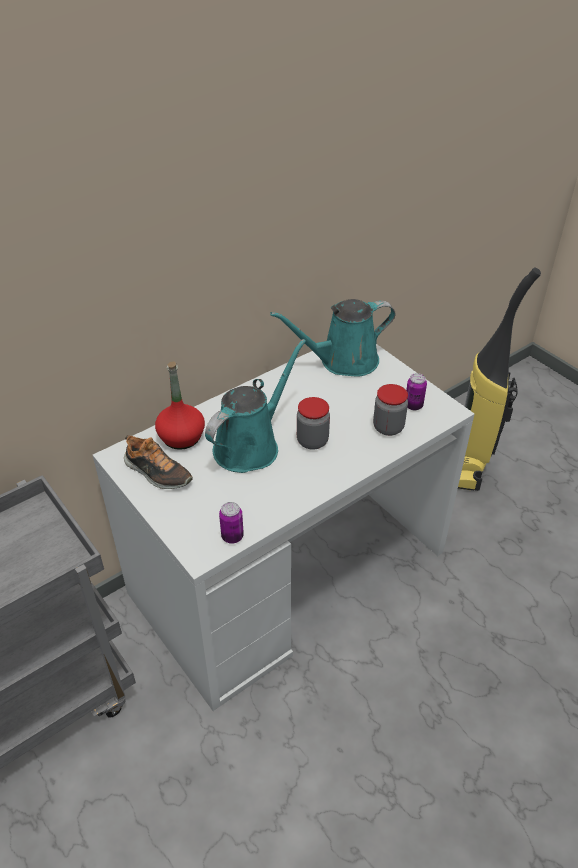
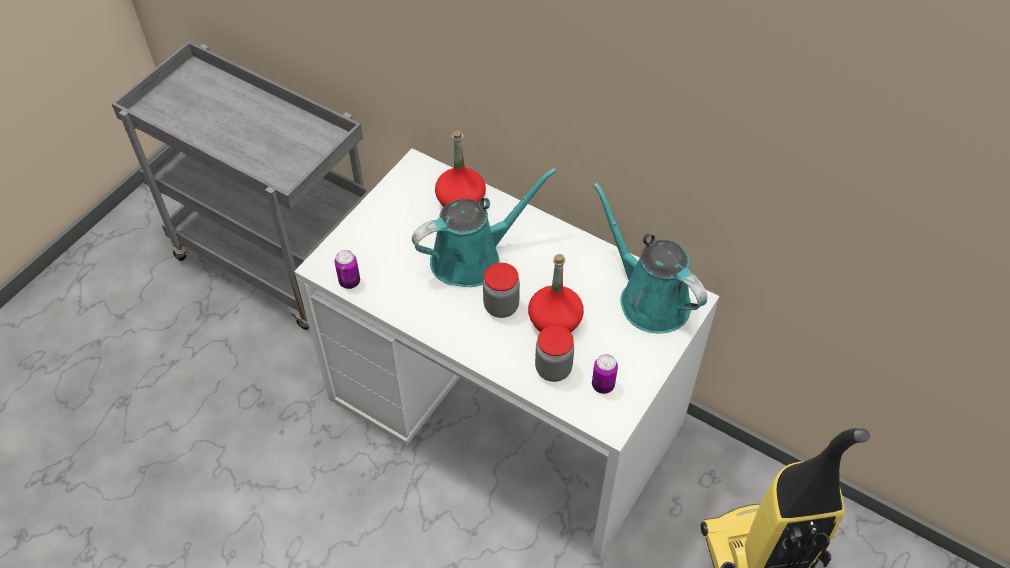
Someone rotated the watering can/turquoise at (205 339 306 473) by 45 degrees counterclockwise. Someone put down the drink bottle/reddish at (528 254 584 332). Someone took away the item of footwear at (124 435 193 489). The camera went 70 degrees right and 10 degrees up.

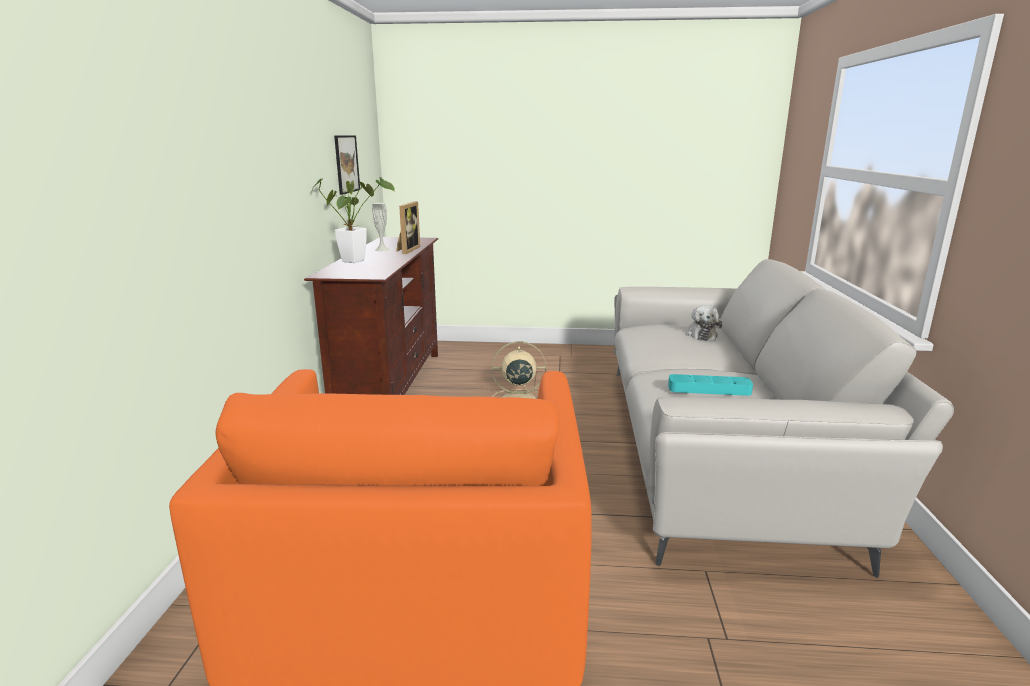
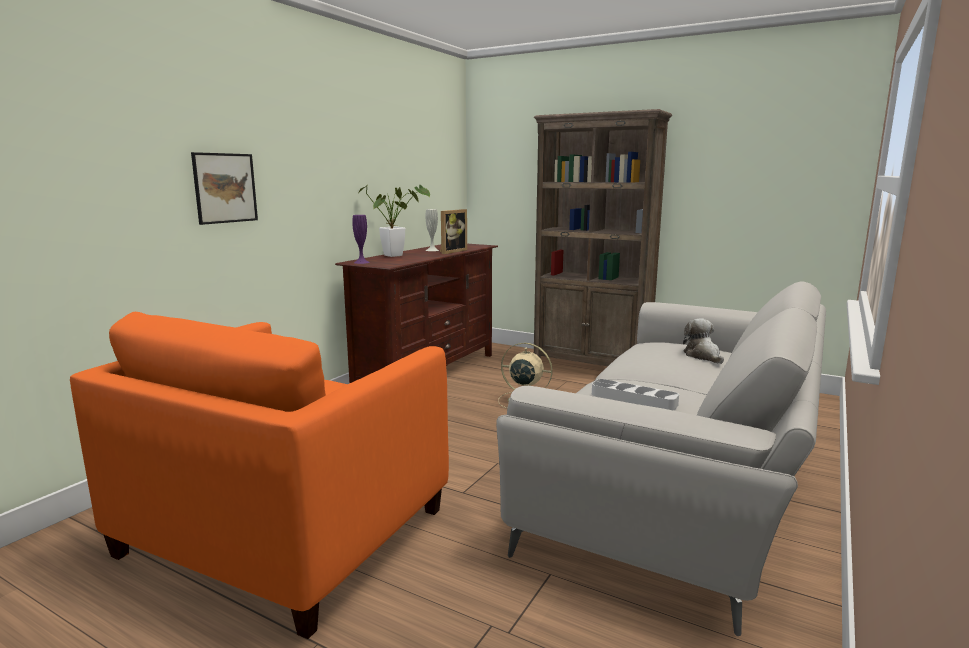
Someone carried the wall picture from (334 135 360 195) to (191 152 258 225). Someone put down the flower vase/purple-coloured at (352 215 370 264). Someone put down the shelving unit/brown-coloured at (534 109 672 366). Someone repainted the tray/turquoise at (668 374 753 396), which became the tray/greyish at (592 379 679 410). Someone rotated the cuddly toy at (686 305 722 341) by 135 degrees clockwise. The camera went 25 degrees right and 5 degrees down.

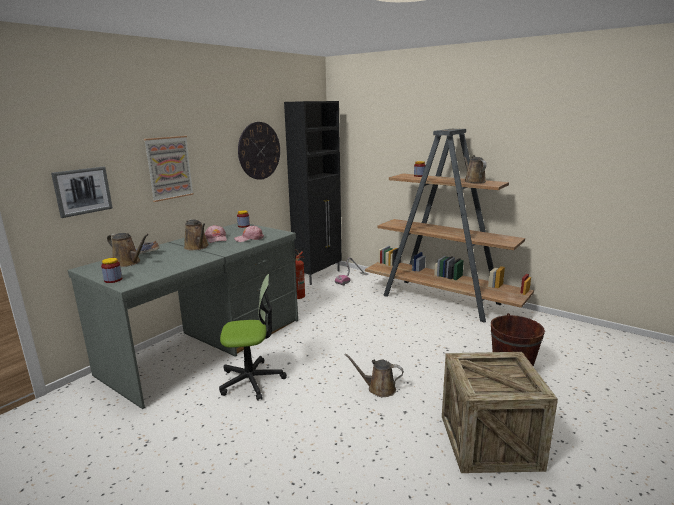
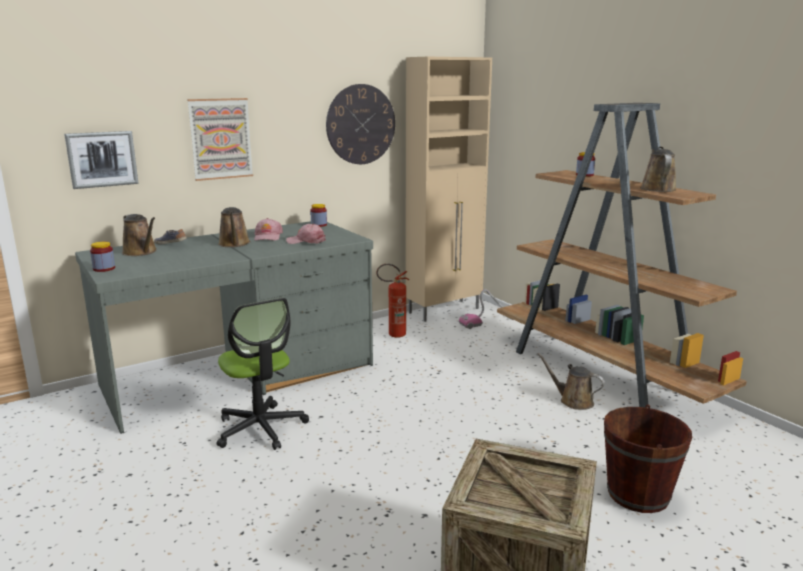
Someone rotated the office chair at (219 274 287 401) by 45 degrees clockwise. Someone repainted the cabinet/blackish at (284 101 342 285), which became the cabinet/beige-coloured at (406 57 492 322). Someone carried the watering can/brown-coloured from (344 354 404 397) to (537 353 605 410). The camera went 20 degrees right and 0 degrees up.

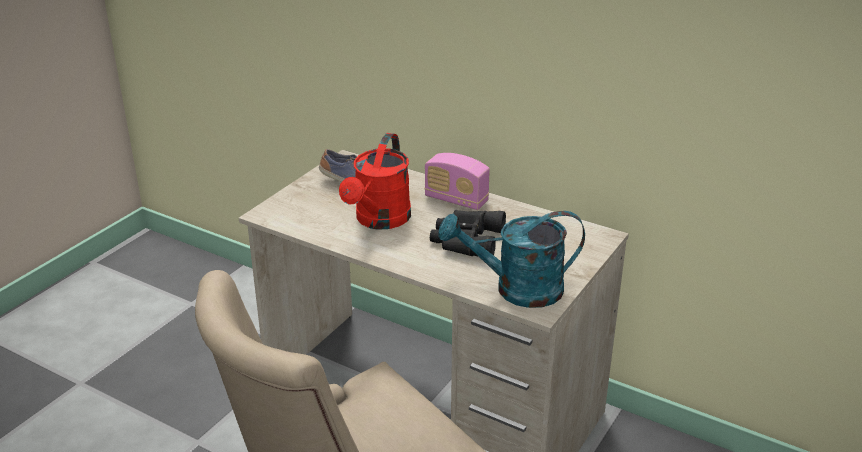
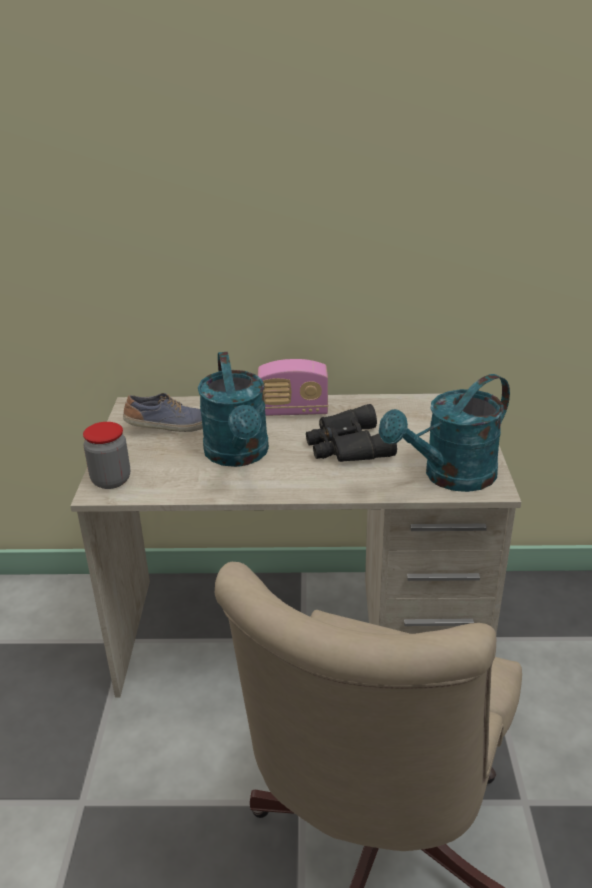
Someone put down the storage jar at (83 422 130 489). Someone repainted the watering can/reddish at (339 133 411 230), which became the watering can/turquoise at (198 352 269 467). The camera went 30 degrees left and 0 degrees up.

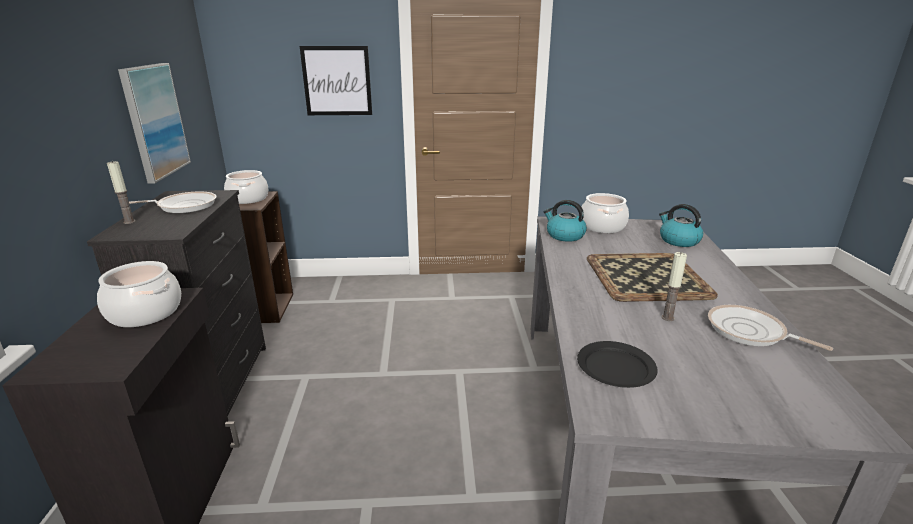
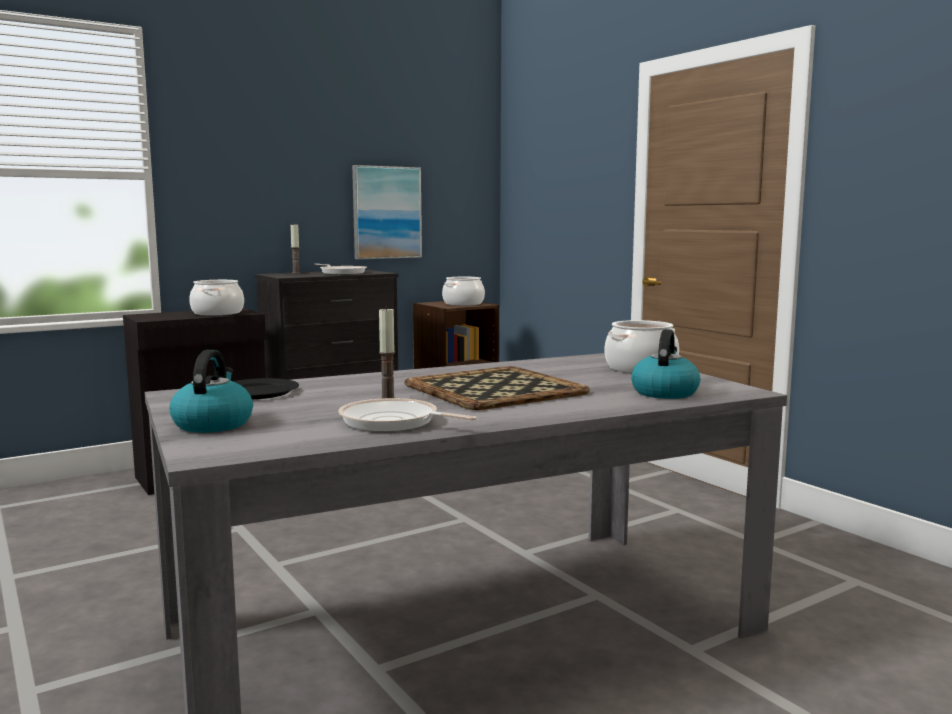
Someone carried the kettle from (544 200 587 242) to (170 350 253 433). Someone rotated the frying pan at (708 305 833 351) by 75 degrees counterclockwise. Someone took away the wall picture at (300 46 372 115). The camera went 60 degrees right and 15 degrees down.

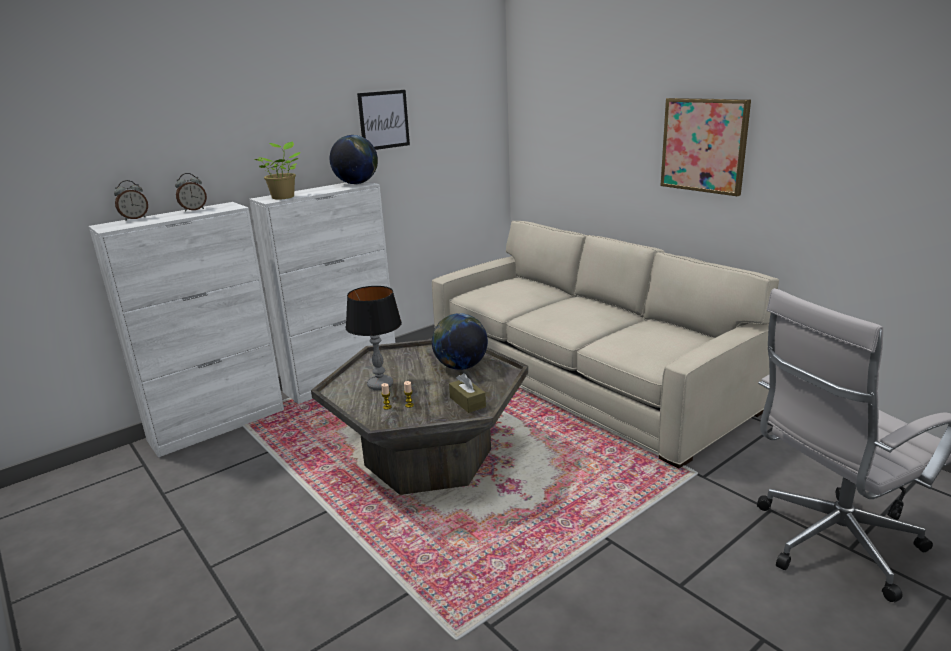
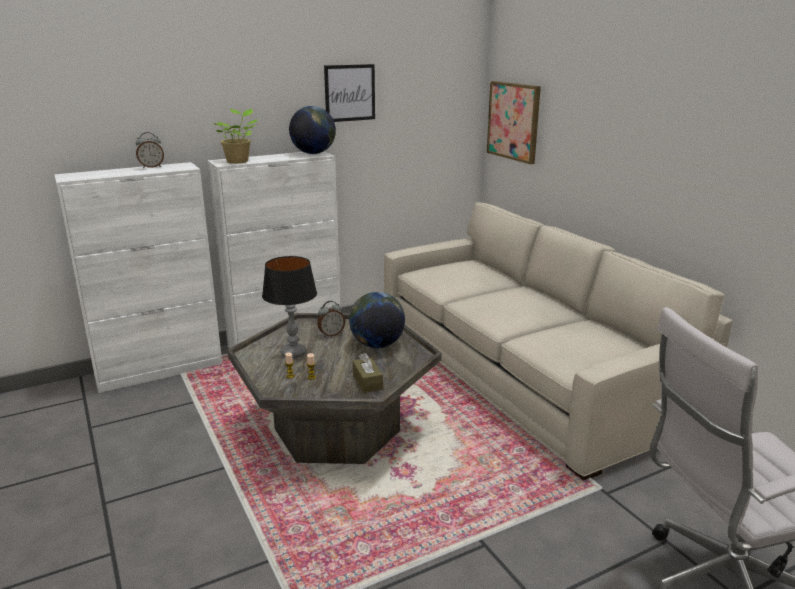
Someone carried the bedside clock from (114 180 148 220) to (317 301 345 337). Someone carried the wall picture from (661 98 751 196) to (487 81 541 164). The camera went 10 degrees right and 0 degrees up.

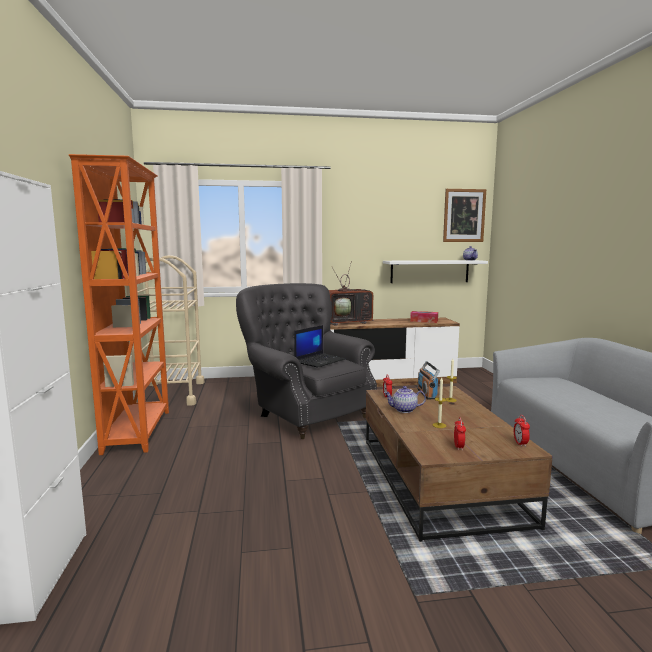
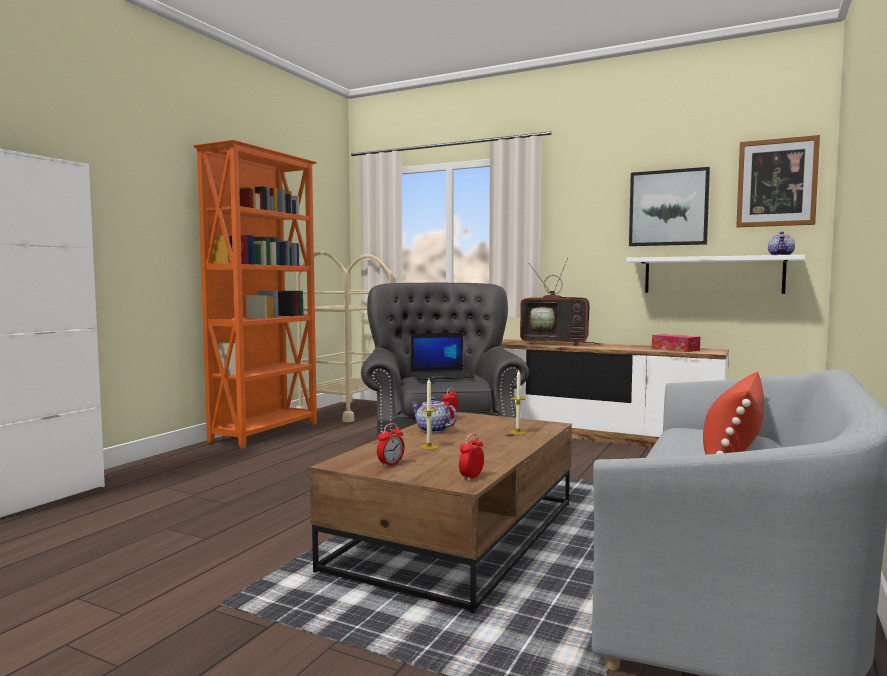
Someone put up the wall picture at (629 167 710 246). Someone put down the throw pillow/reddish at (703 372 764 455). Someone took away the radio at (417 361 440 399). The camera went 35 degrees right and 5 degrees down.

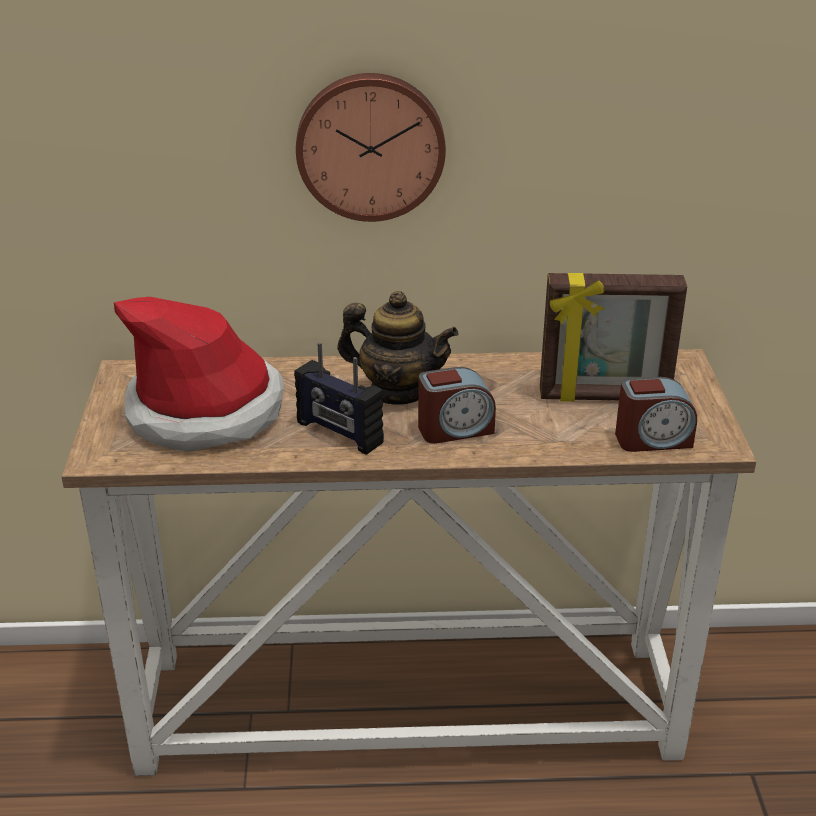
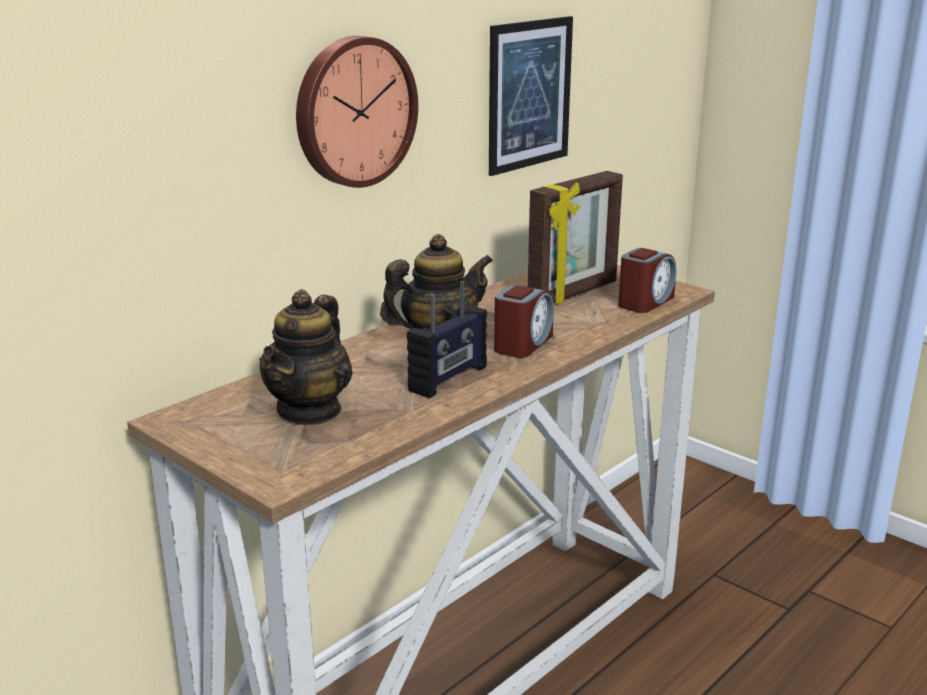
Someone swapped the hat at (114 297 284 452) for the teapot at (259 289 353 425). Someone rotated the radio at (294 342 384 455) by 45 degrees counterclockwise. Someone put up the wall picture at (489 16 573 176). The camera went 45 degrees left and 10 degrees down.

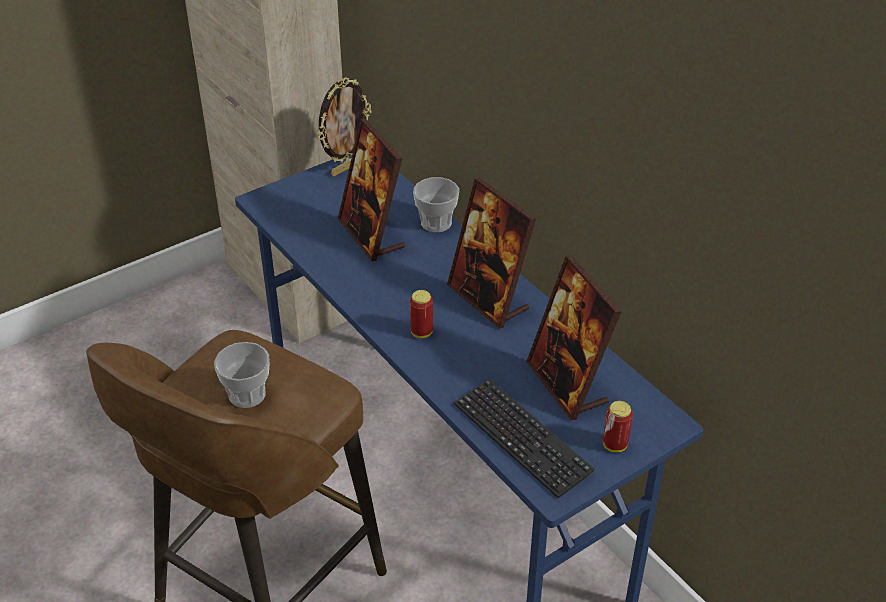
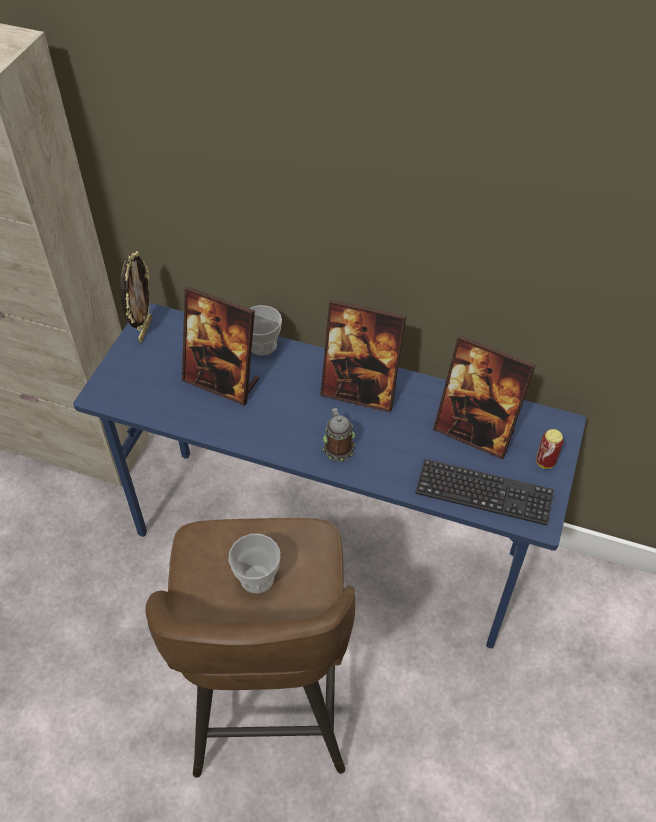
Someone swapped the can at (410 290 433 338) for the mug at (323 408 355 461). The camera went 35 degrees left and 10 degrees up.

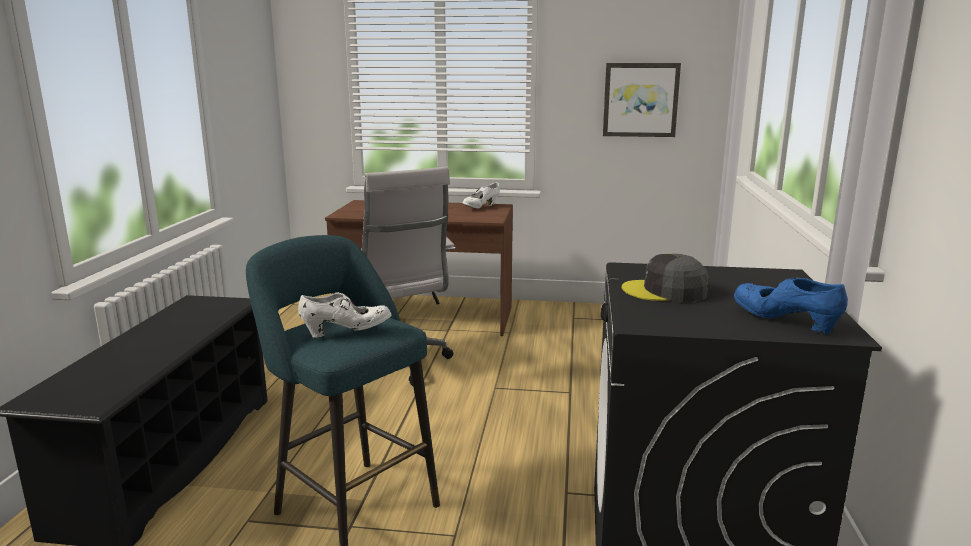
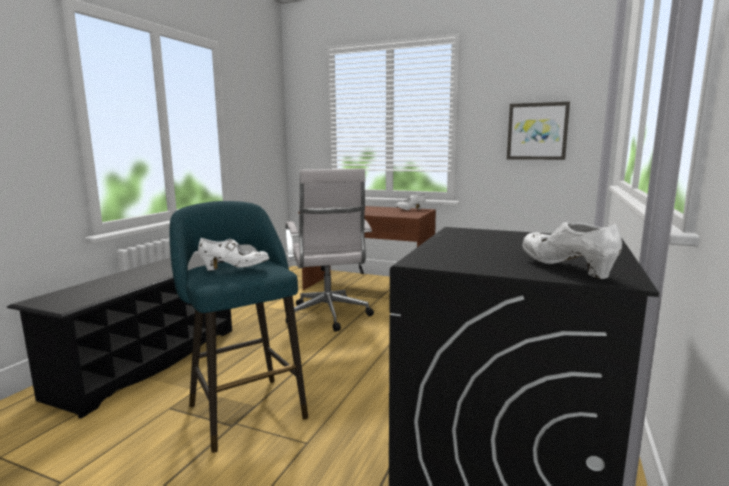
Someone repainted the item of footwear/blue at (734 277 848 334), which became the item of footwear/white at (522 222 622 279). Someone took away the cap/greyish at (622 254 708 302). The camera went 15 degrees right and 5 degrees down.

